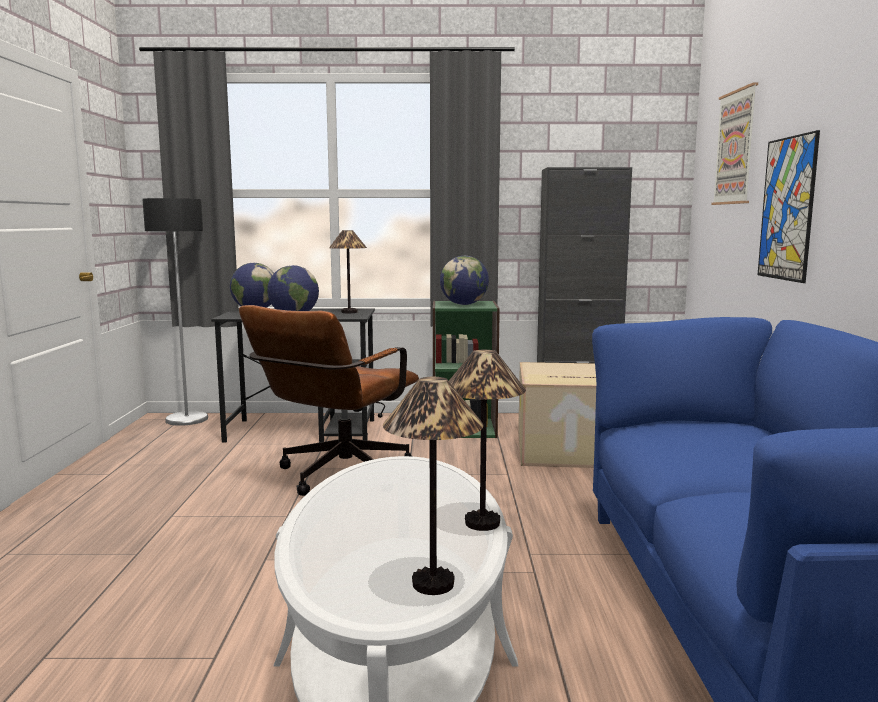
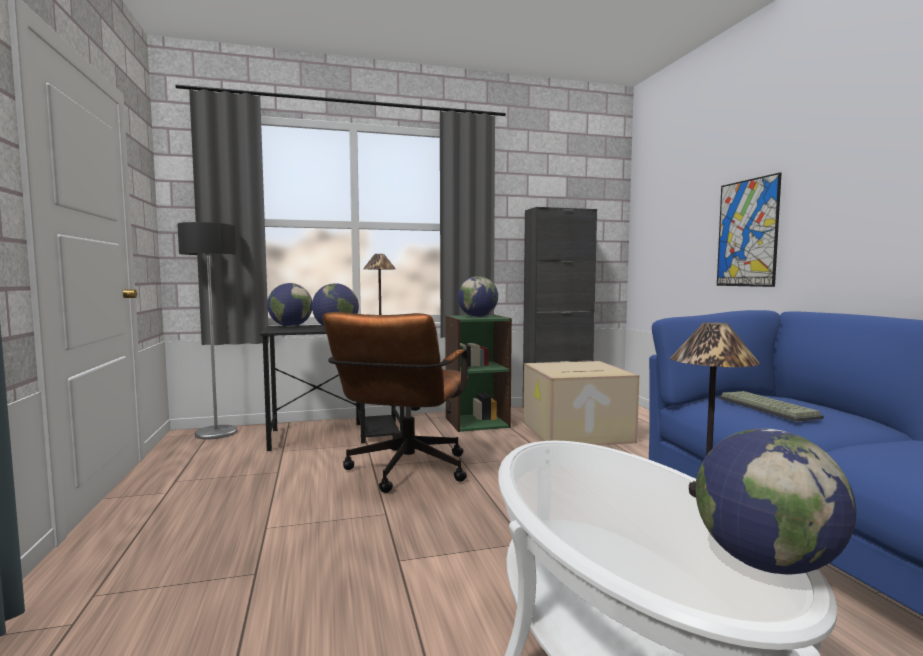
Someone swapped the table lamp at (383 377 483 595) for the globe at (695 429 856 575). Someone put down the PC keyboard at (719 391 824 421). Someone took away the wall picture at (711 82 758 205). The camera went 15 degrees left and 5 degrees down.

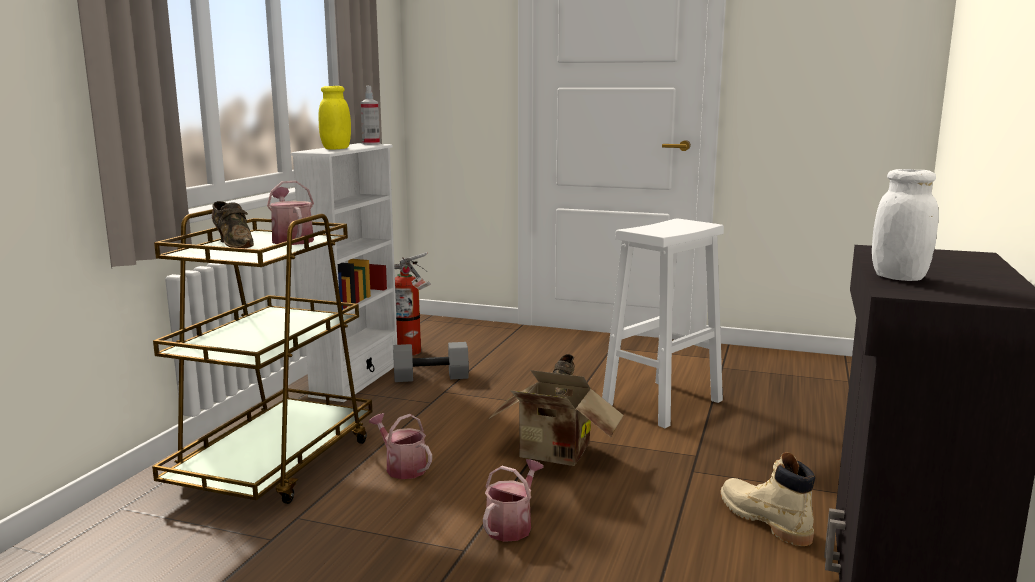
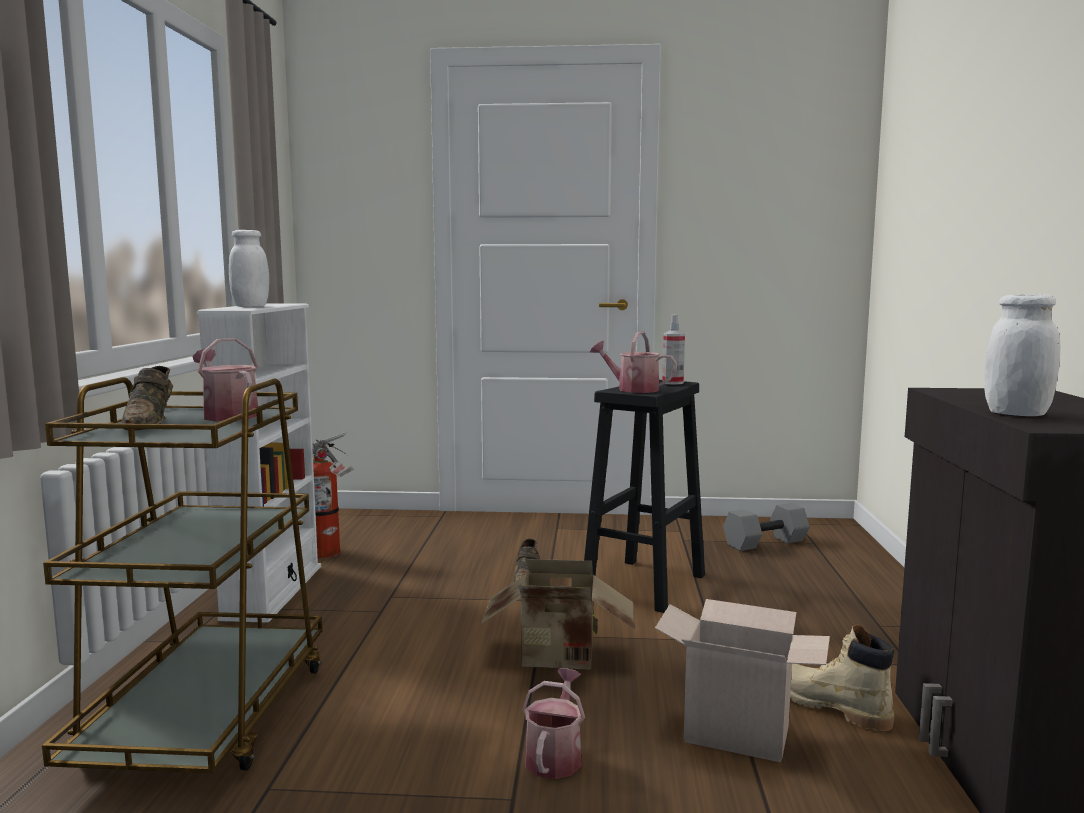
Someone rotated the item of footwear/brown-coloured at (212 201 254 248) by 45 degrees clockwise. Someone repainted the storage jar/yellow at (318 86 351 150), which became the storage jar/white at (229 230 269 307). Someone repainted the sitting stool/white at (602 219 724 428), which became the sitting stool/blackish at (584 380 705 613). Someone carried the watering can from (369 413 432 479) to (590 332 677 393). Someone put down the packing box at (655 599 830 762). Someone carried the sprayer from (360 86 380 145) to (662 314 685 384). Someone carried the free weight/greyish from (393 342 469 382) to (723 503 809 551). The camera went 15 degrees left and 5 degrees down.

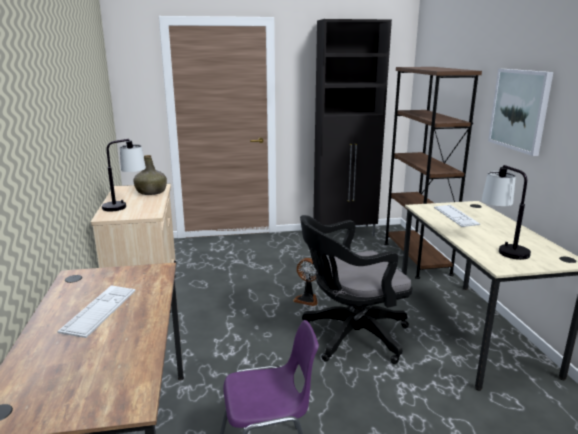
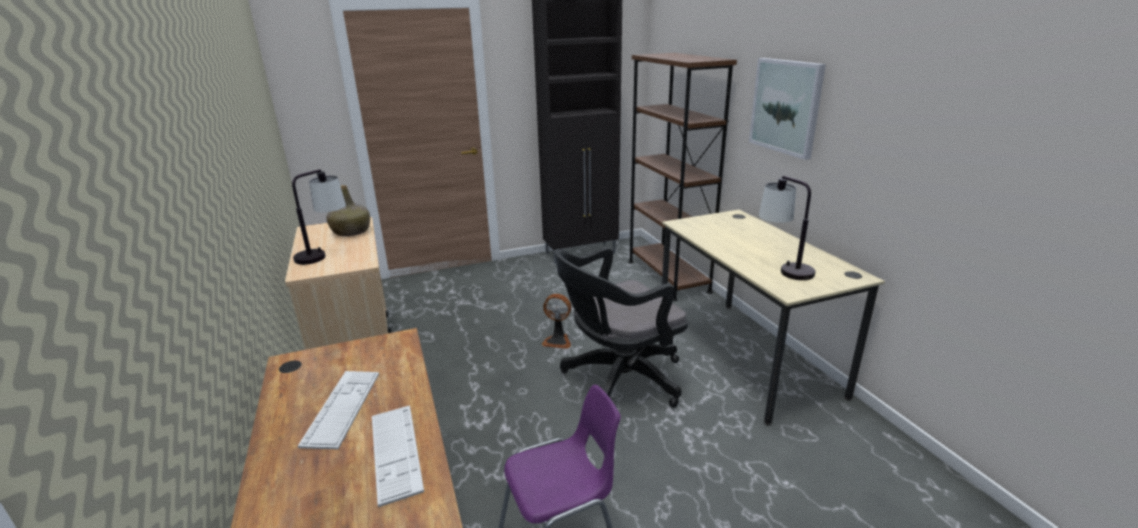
Someone carried the PC keyboard from (434 205 480 227) to (372 405 424 507). The camera went 10 degrees left and 5 degrees up.

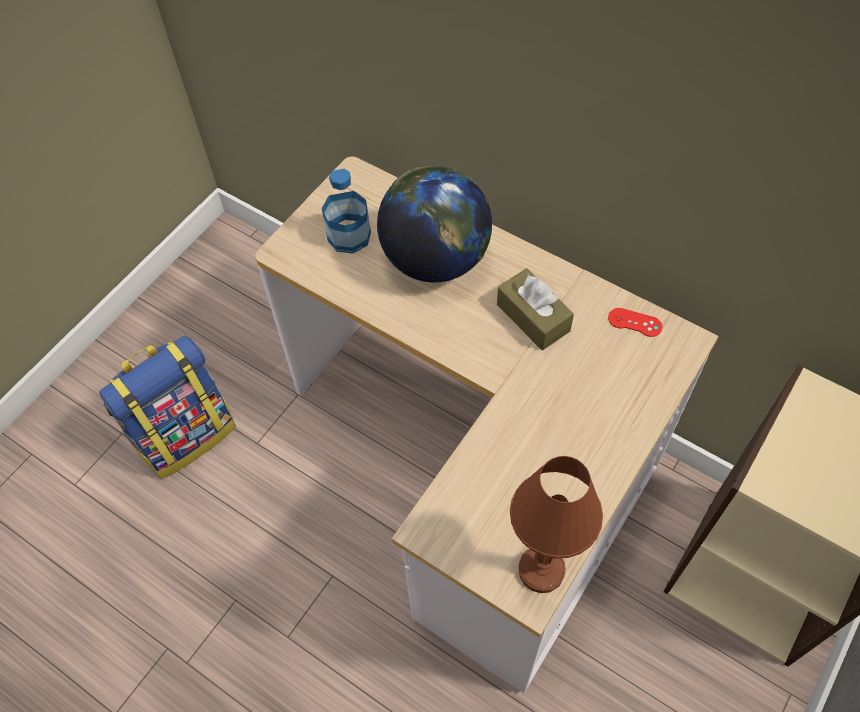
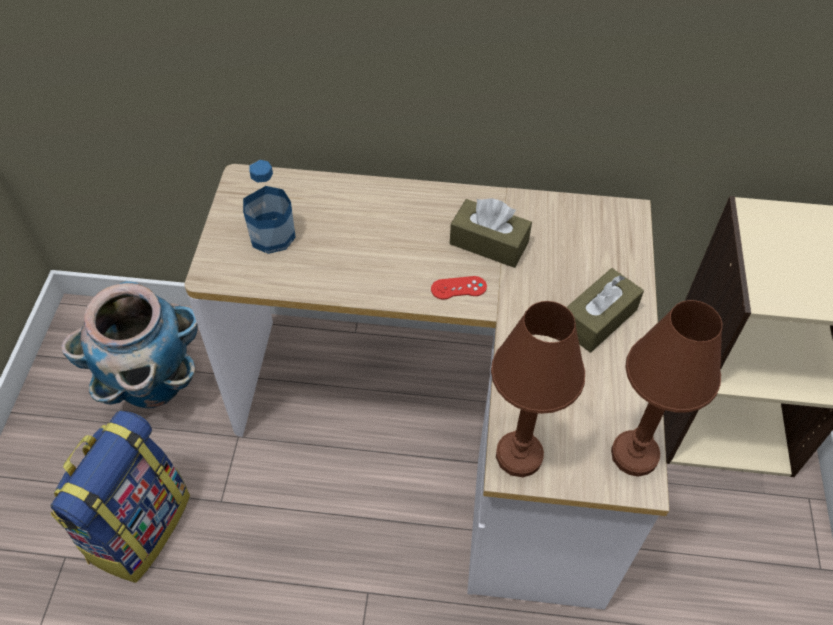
Someone put down the plant pot at (61 281 198 408). Someone carried the game controller/reddish from (608 308 662 337) to (431 276 487 299). Someone put down the table lamp/brown-coloured at (491 301 585 477). Someone put down the box of tissues/brown-coloured at (567 268 644 353). Someone took away the globe at (377 165 492 282). The camera went 30 degrees left and 5 degrees down.

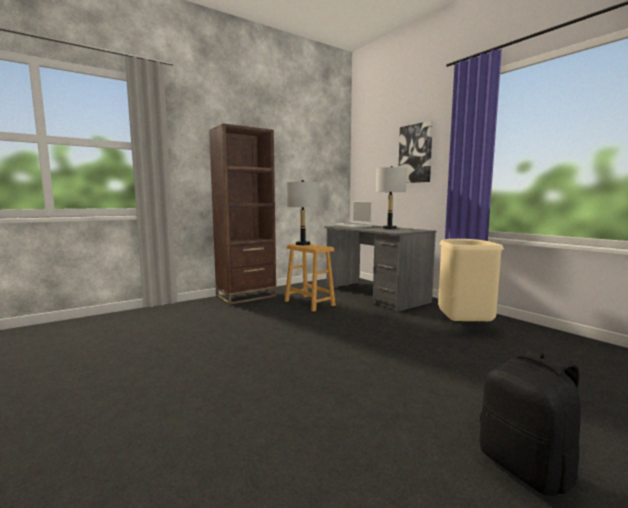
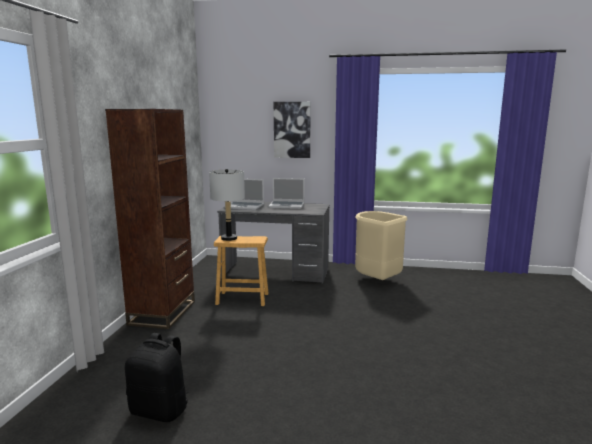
Someone carried the rucksack/blackish from (480 349 581 496) to (125 333 188 422). Someone swapped the table lamp/greyish at (376 166 407 229) for the portable computer at (269 178 304 209). The camera went 45 degrees left and 5 degrees up.

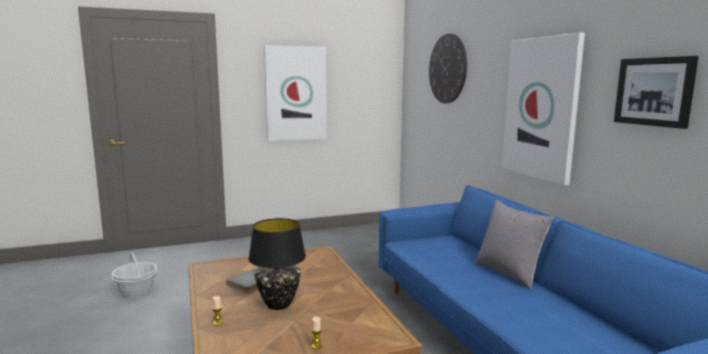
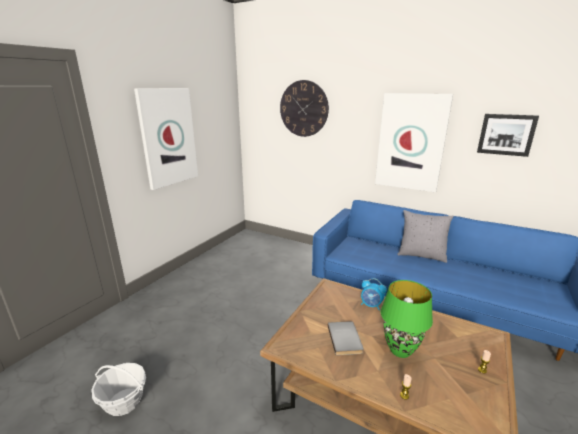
Someone put down the bedside clock at (361 278 387 310). Someone repainted the table lamp/blackish at (248 218 306 310), which became the table lamp/green-coloured at (381 280 433 358). The camera went 40 degrees left and 10 degrees up.

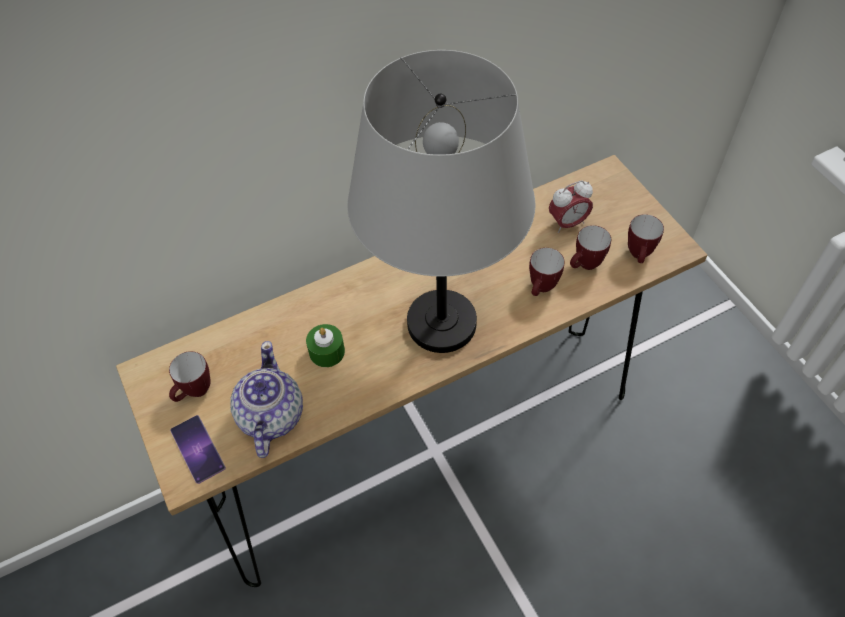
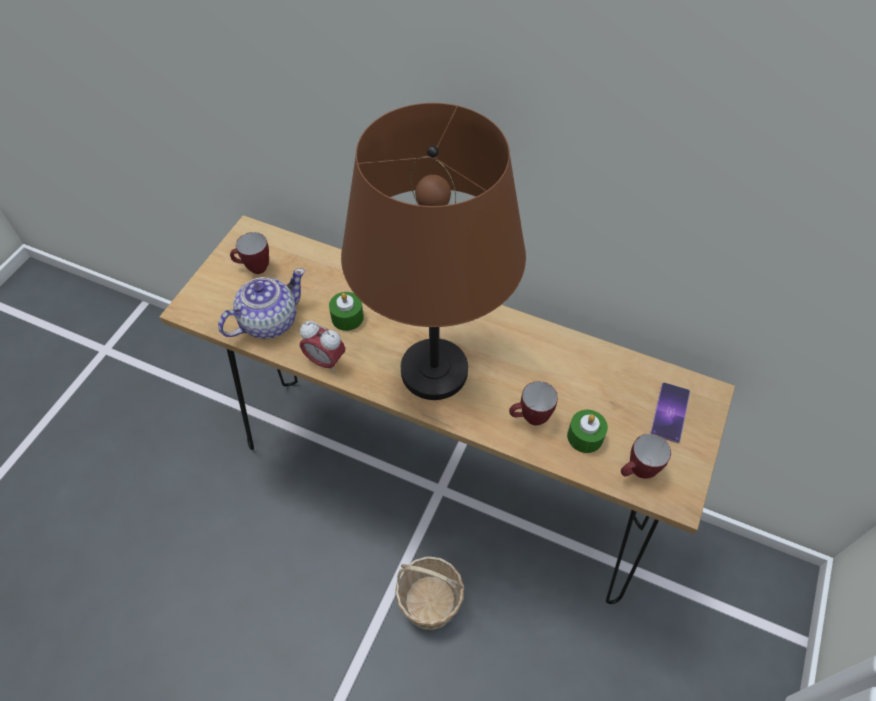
Someone carried the bedside clock from (549 180 593 233) to (300 321 345 373). Someone repainted the table lamp/greyish at (347 50 535 353), which became the table lamp/brown-coloured at (341 103 526 400). Someone put down the household basket at (395 556 464 630). Someone swapped the mug at (570 225 611 270) for the wax candle/green-coloured at (567 410 608 453). Someone carried the telephone from (170 415 226 484) to (651 382 690 443). The camera went 50 degrees right and 0 degrees up.

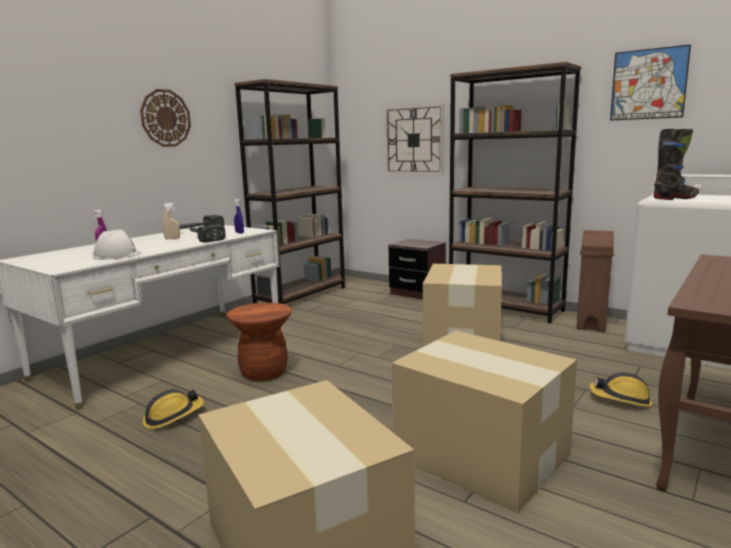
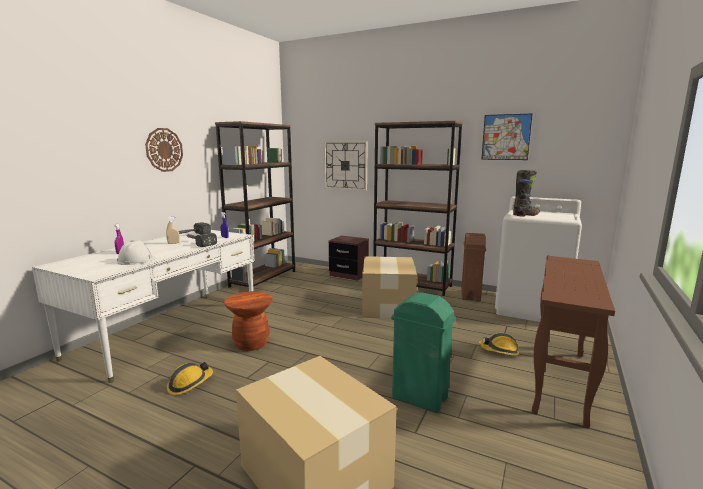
Someone swapped the packing box at (392 331 577 513) for the rubbish bin/green-coloured at (391 292 456 413). The camera went 10 degrees left and 0 degrees up.

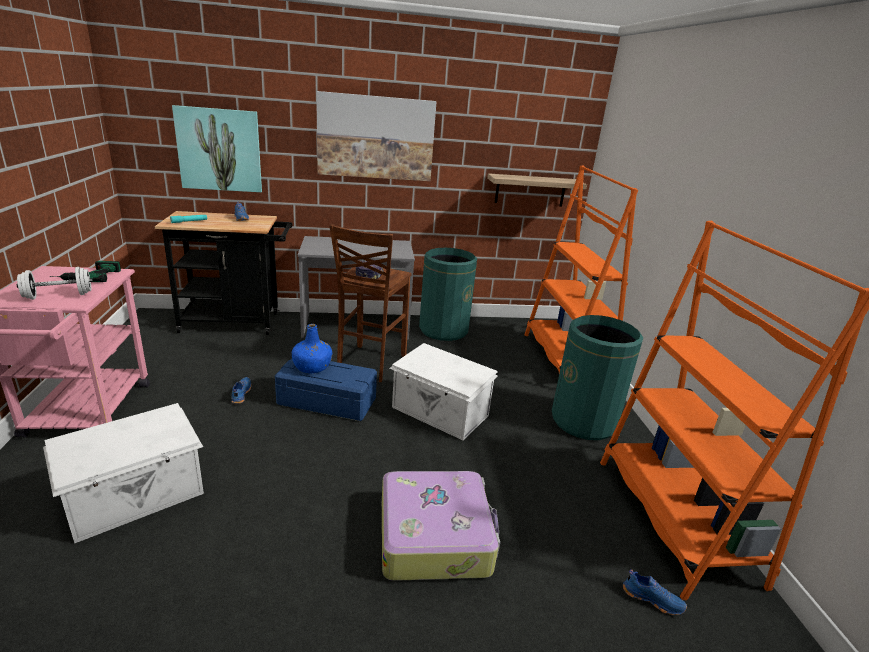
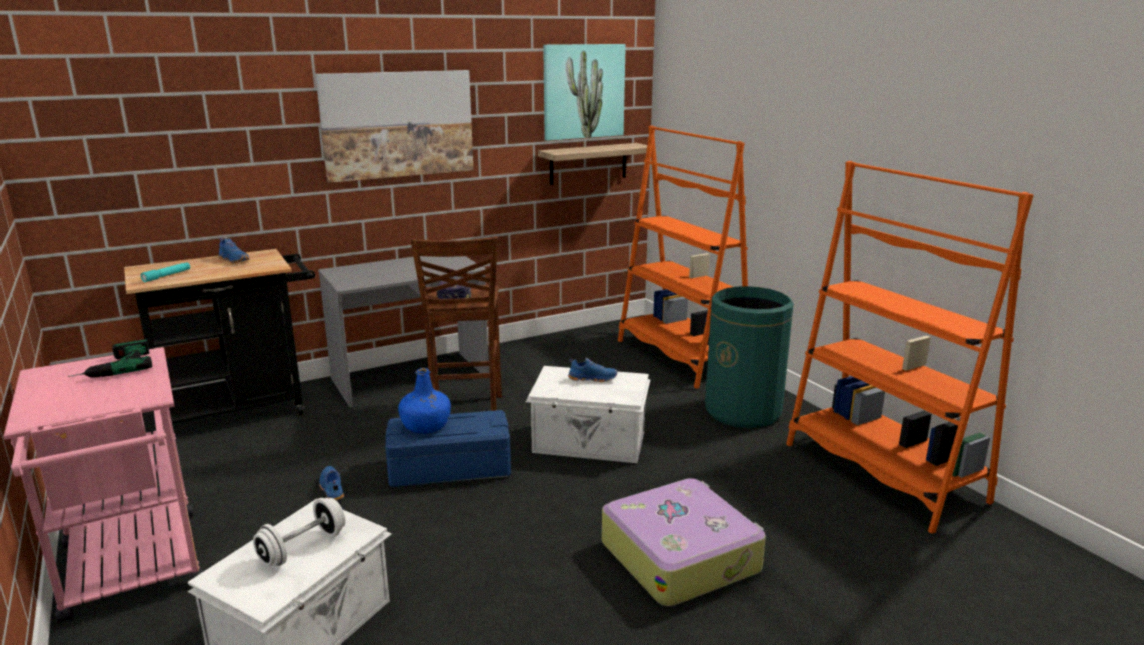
Someone carried the free weight/white from (17 267 93 300) to (253 498 345 566). Someone carried the wall picture from (172 105 262 192) to (543 44 626 141). Someone carried the item of footwear/blue from (623 569 687 615) to (568 358 617 382). Someone took away the rubbish bin/green-coloured at (419 248 477 341). The camera went 20 degrees left and 5 degrees down.

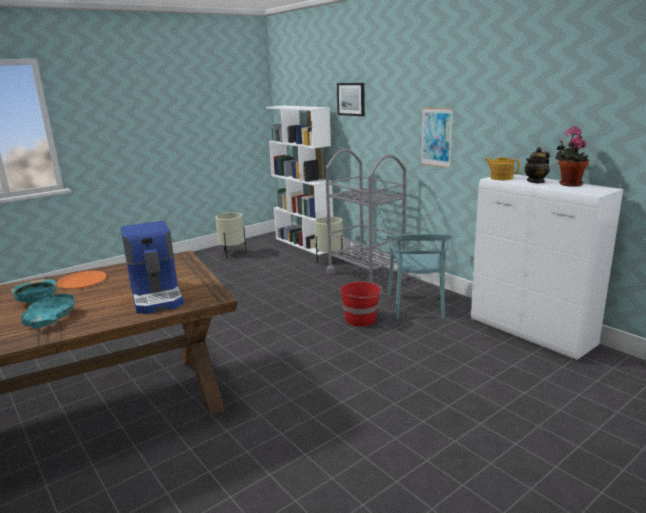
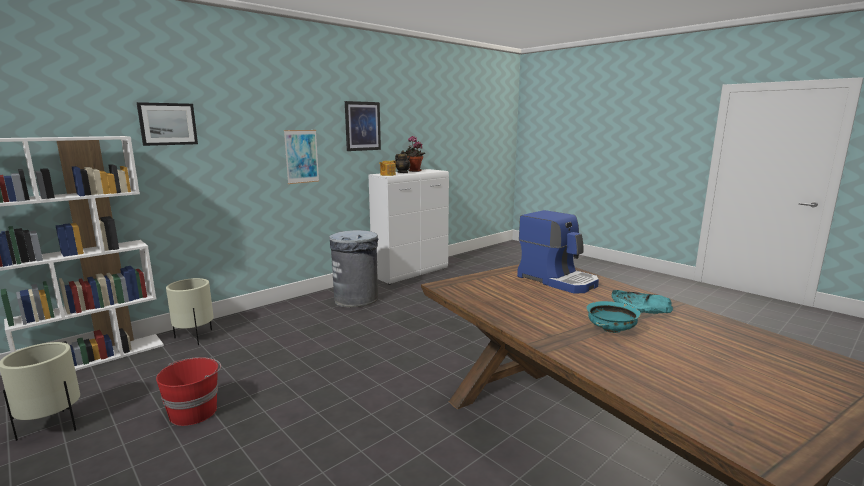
Someone carried the pail/reddish from (340 281 382 327) to (156 357 221 426). Someone swapped the upright chair/turquoise at (386 233 451 319) for the rubbish bin/greyish at (329 230 378 307). Someone put up the wall picture at (345 101 381 151). Someone rotated the coffee maker at (121 221 184 314) by 75 degrees clockwise. Someone took away the dinner plate/orange at (57 271 107 289). Someone took away the cart/greyish at (325 149 408 284). The camera went 95 degrees left and 5 degrees down.

